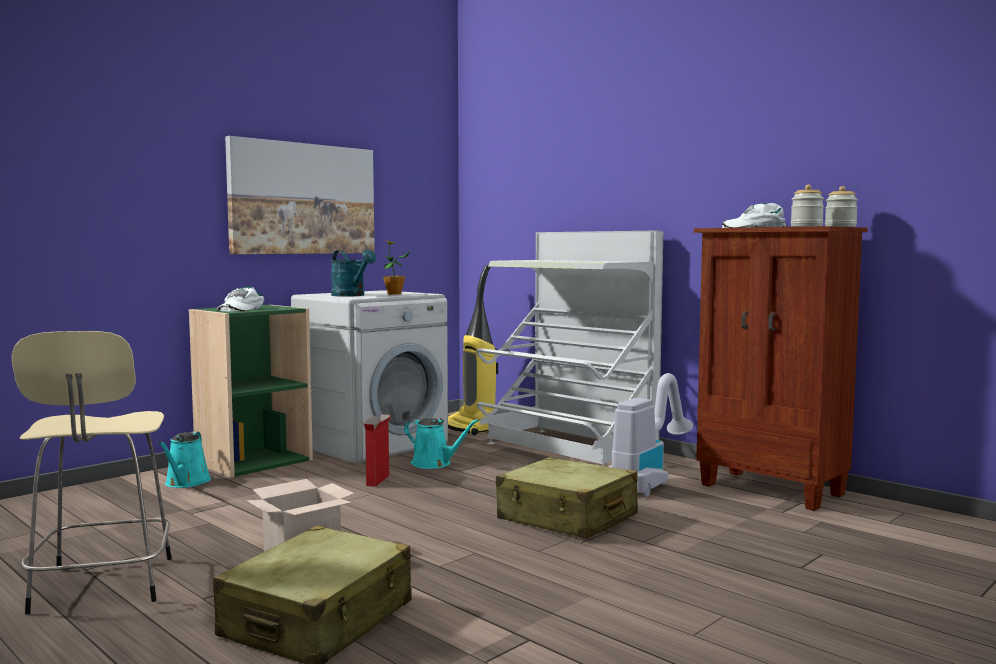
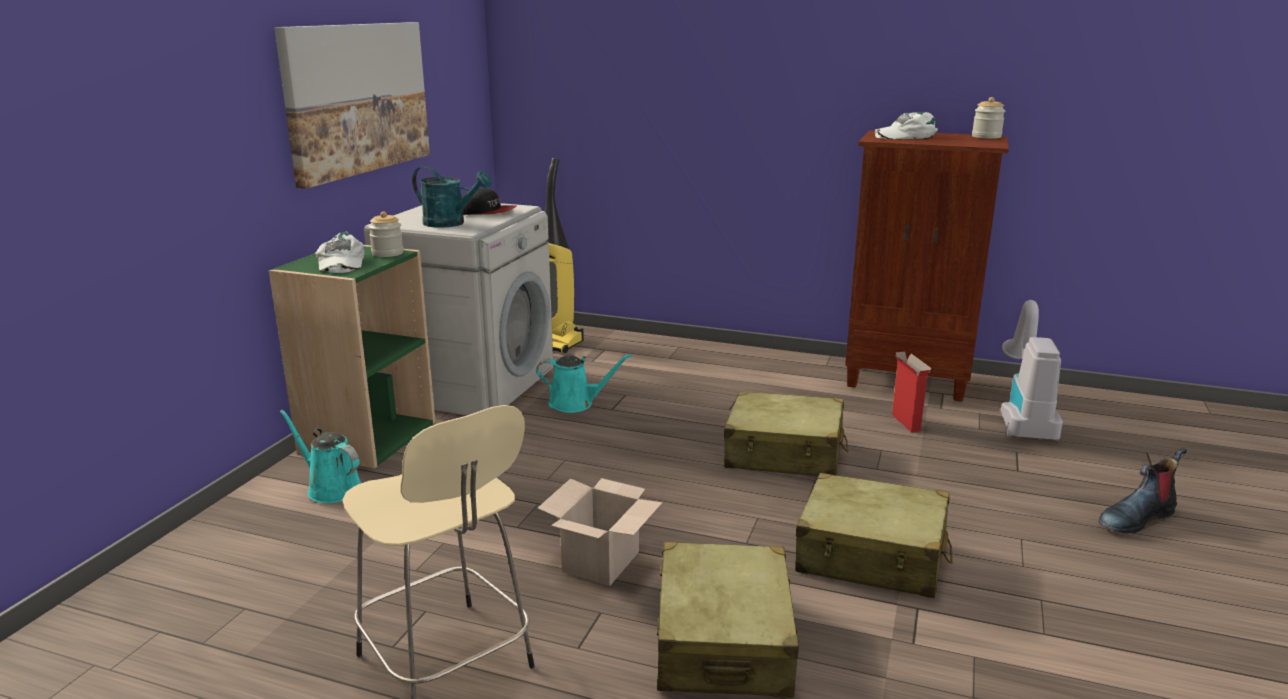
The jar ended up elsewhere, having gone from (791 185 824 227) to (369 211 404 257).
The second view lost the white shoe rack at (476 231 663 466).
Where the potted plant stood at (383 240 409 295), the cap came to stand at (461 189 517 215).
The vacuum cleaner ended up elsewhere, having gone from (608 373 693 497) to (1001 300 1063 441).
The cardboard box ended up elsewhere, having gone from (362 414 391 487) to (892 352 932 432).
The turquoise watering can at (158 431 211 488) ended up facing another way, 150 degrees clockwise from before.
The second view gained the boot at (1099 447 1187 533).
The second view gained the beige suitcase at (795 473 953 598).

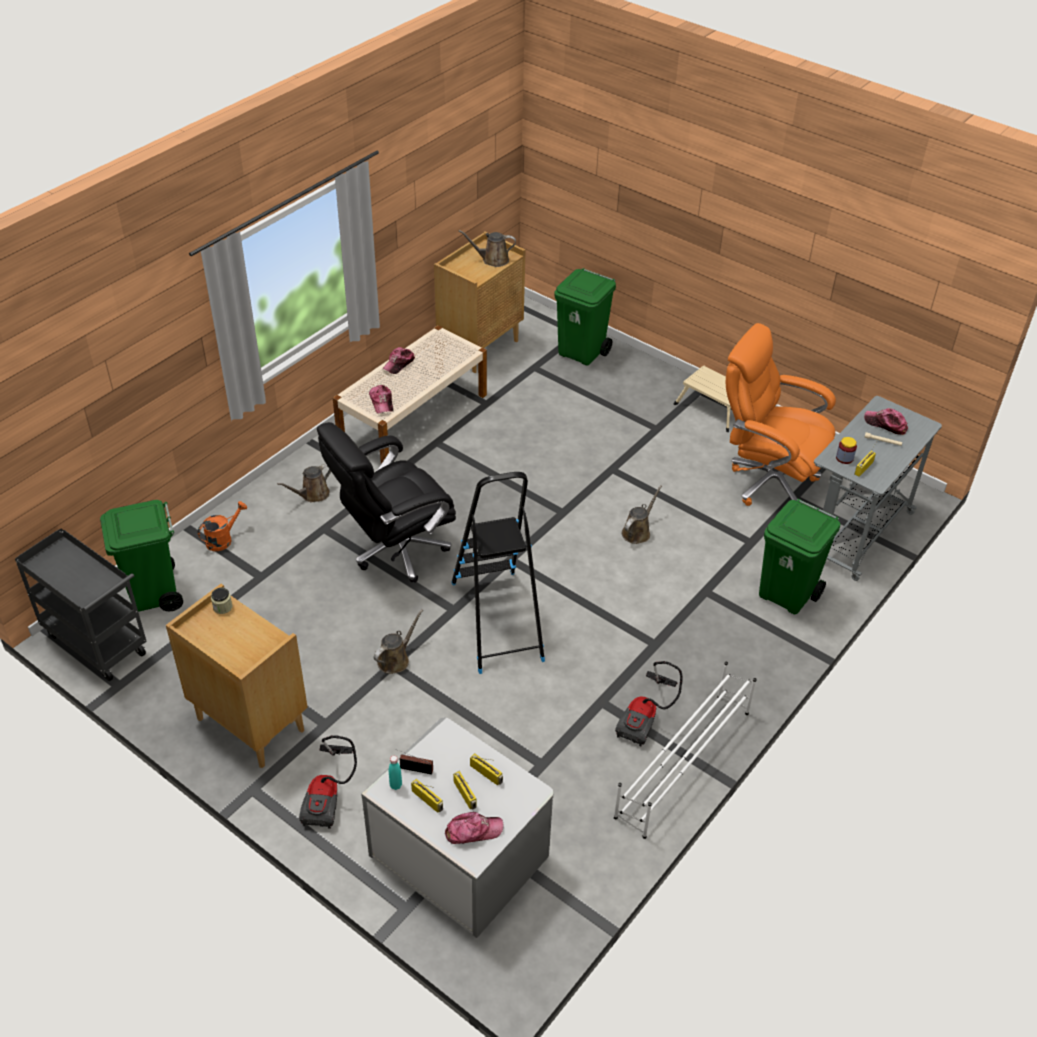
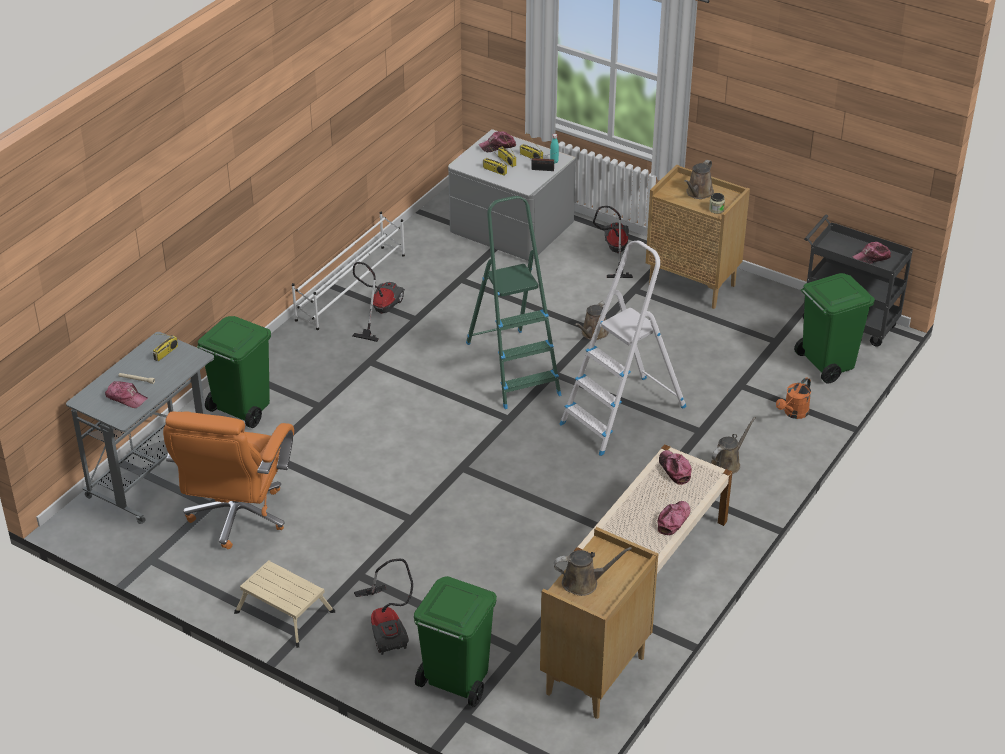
The orange office chair at (726 323 836 506) ended up facing another way, 75 degrees clockwise from before.
Where the black office chair stood at (317 422 456 582), the white step ladder came to stand at (559 241 686 456).
The second view lost the jar at (836 437 857 464).
What was the black step ladder at (451 472 545 674) turned into the green step ladder at (466 196 561 409).
The brown watering can ended up elsewhere, having gone from (622 485 662 544) to (684 160 714 199).
The second view gained the cap at (852 242 891 264).
The second view gained the vacuum cleaner at (354 559 413 655).

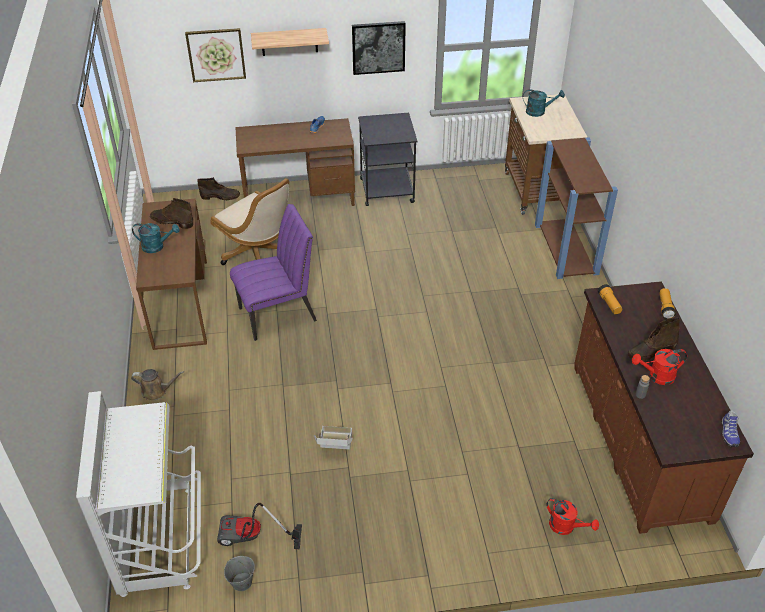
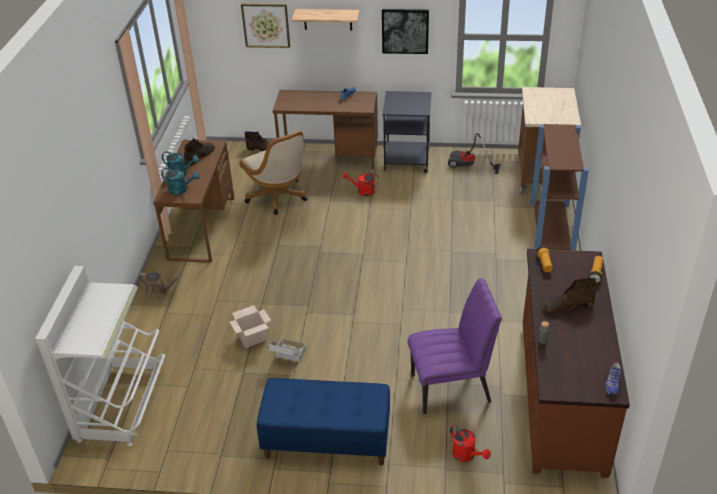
The turquoise watering can ended up elsewhere, having gone from (523 89 565 117) to (161 168 200 195).
The brown boot at (150 198 193 229) ended up facing another way, 90 degrees clockwise from before.
The purple chair ended up elsewhere, having gone from (230 204 317 341) to (408 278 502 414).
The red watering can ended up elsewhere, having gone from (632 349 687 385) to (342 172 379 196).
The vacuum cleaner ended up elsewhere, having gone from (217 503 302 550) to (448 133 501 174).
The second view lost the grey bucket at (224 556 255 591).
The second view gained the cardboard box at (230 305 271 348).
The second view gained the blue bench at (257 378 390 466).

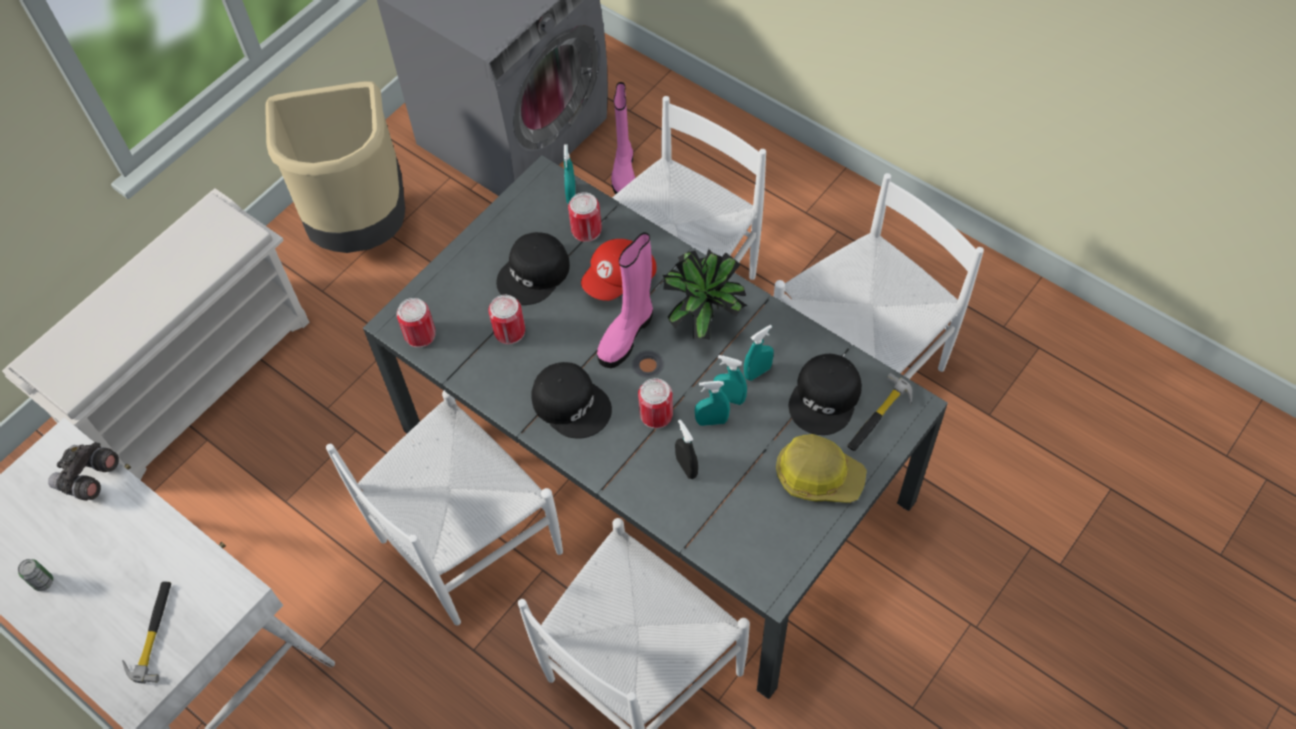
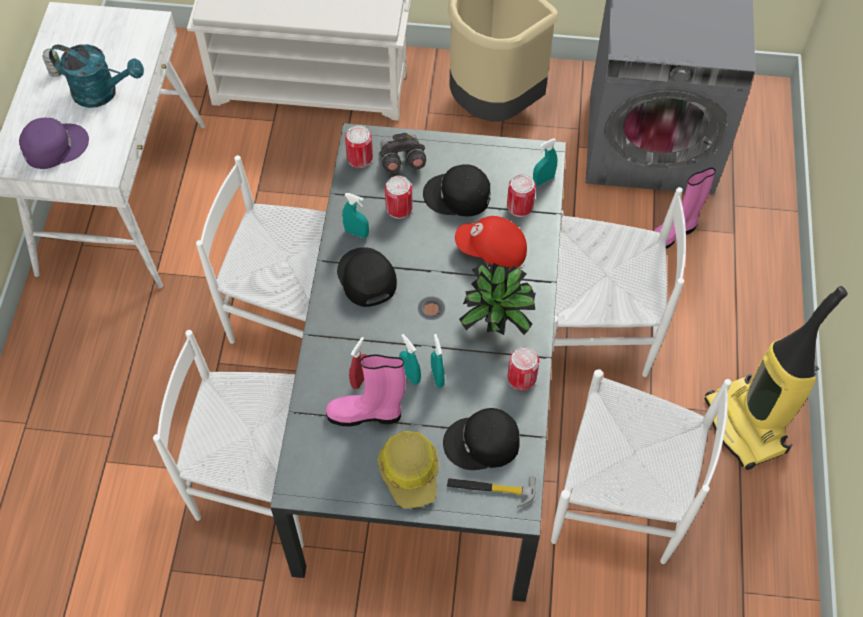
The pink boot ended up elsewhere, having gone from (597 232 653 368) to (326 354 406 427).
The turquoise spray bottle ended up elsewhere, having gone from (744 325 774 381) to (342 193 369 238).
The black cap at (531 362 612 438) ended up facing another way, 150 degrees clockwise from before.
The can ended up elsewhere, having gone from (638 378 673 429) to (507 347 539 391).
What was the black spray bottle at (675 419 698 479) turned into the red spray bottle at (349 337 368 389).
The grey binoculars ended up elsewhere, having gone from (48 442 119 501) to (380 133 426 173).
Where the hammer stood at (122 581 171 684), the purple cap came to stand at (19 118 89 169).
The second view gained the turquoise watering can at (49 44 144 108).
The second view gained the vacuum cleaner at (705 286 848 470).

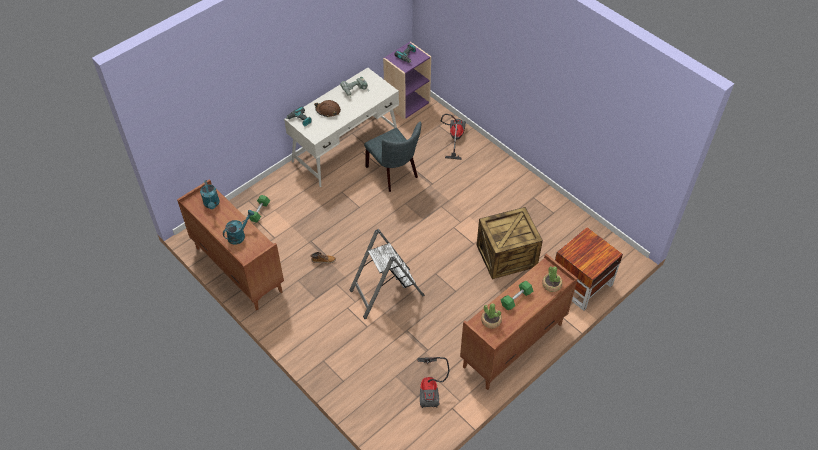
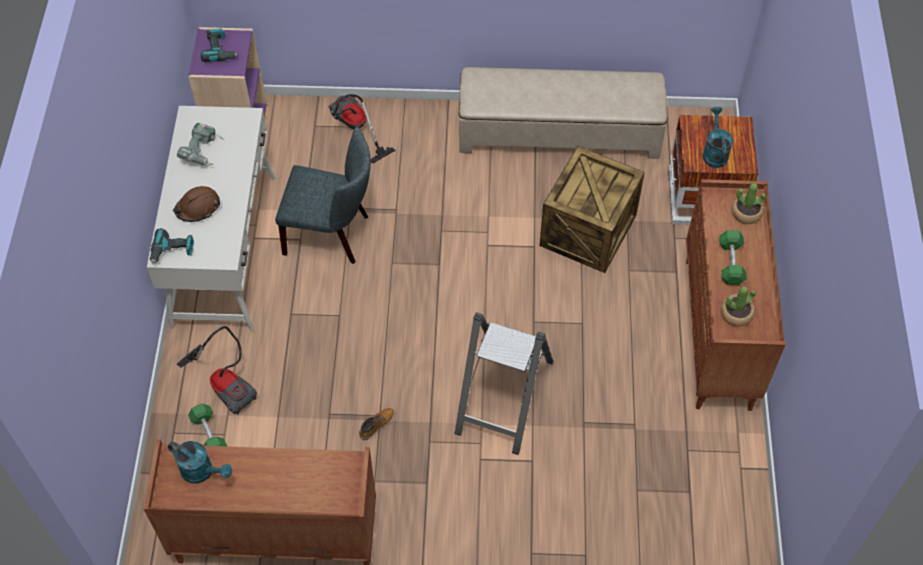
The turquoise watering can ended up elsewhere, having gone from (223 210 254 245) to (702 107 733 168).
The vacuum cleaner ended up elsewhere, having gone from (417 357 450 408) to (177 326 257 415).
The second view gained the beige bench at (459 67 667 159).

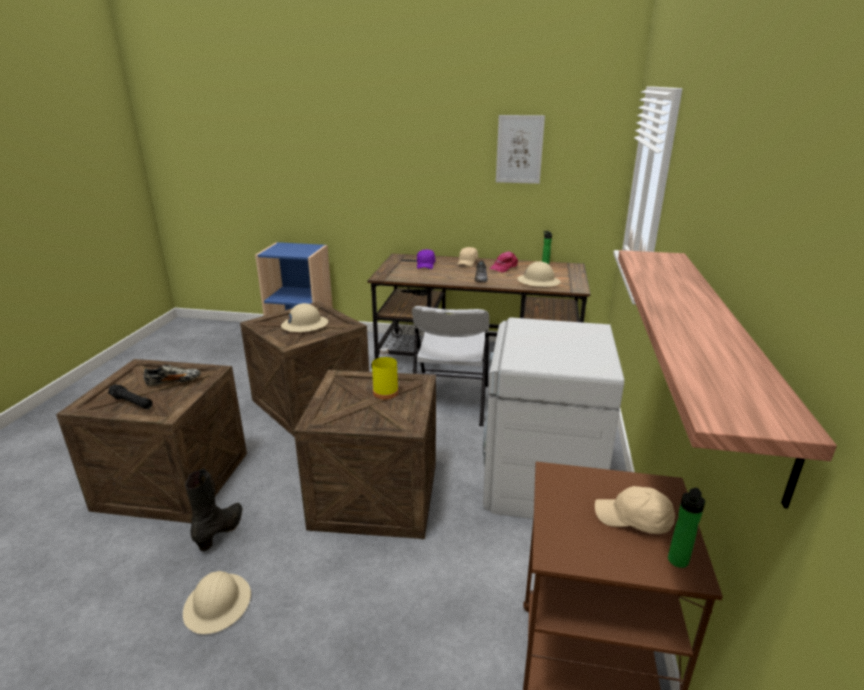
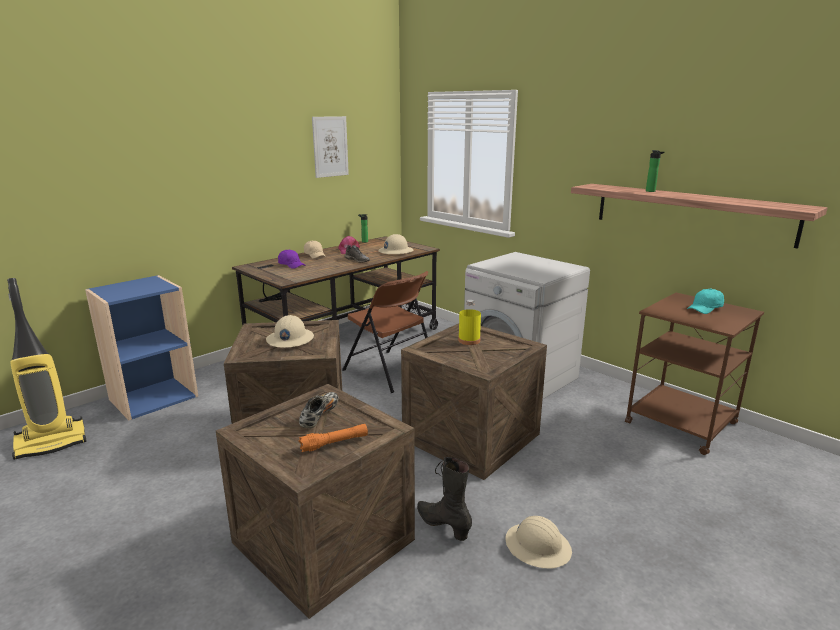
What was the white chair at (412 306 489 426) turned into the brown chair at (342 271 429 393).
What was the black flashlight at (108 384 153 409) turned into the orange flashlight at (299 424 368 452).
What was the beige cap at (595 486 675 534) turned into the turquoise cap at (687 289 724 314).
The bottle ended up elsewhere, having gone from (668 488 705 568) to (646 150 664 192).
The second view gained the vacuum cleaner at (7 278 86 460).

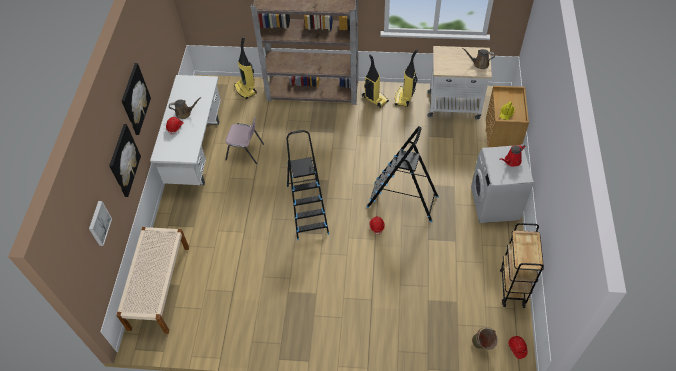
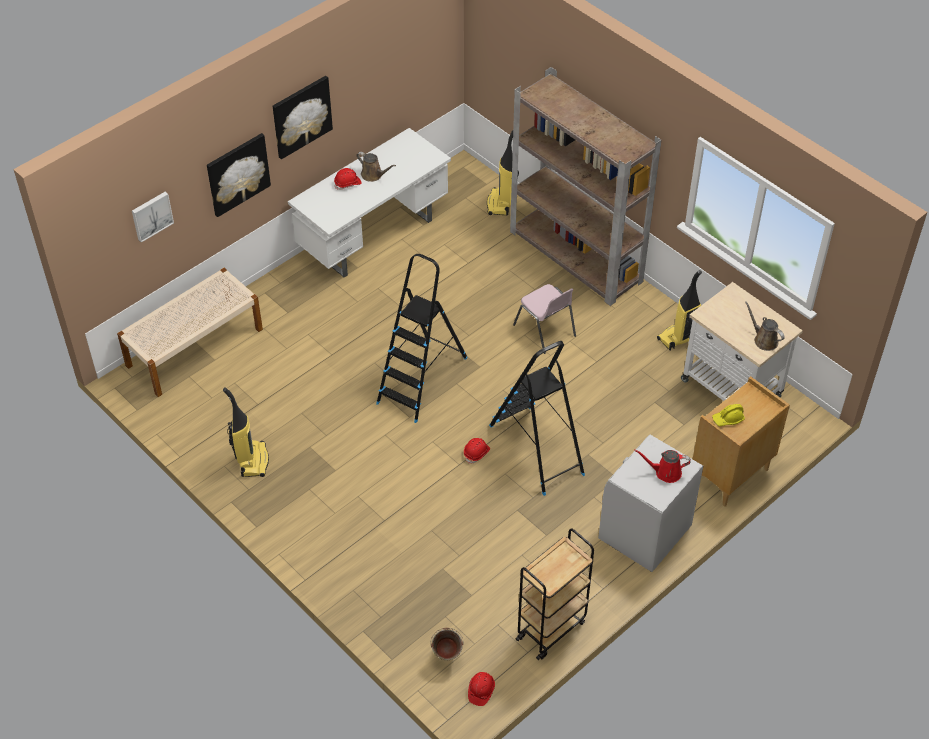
The vacuum cleaner ended up elsewhere, having gone from (362 55 389 108) to (223 387 269 477).
The pink chair ended up elsewhere, having gone from (225 117 264 164) to (513 284 576 354).

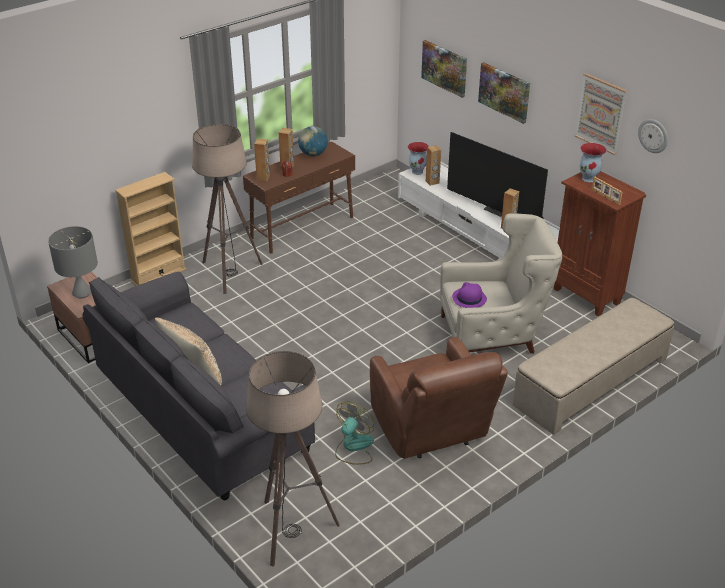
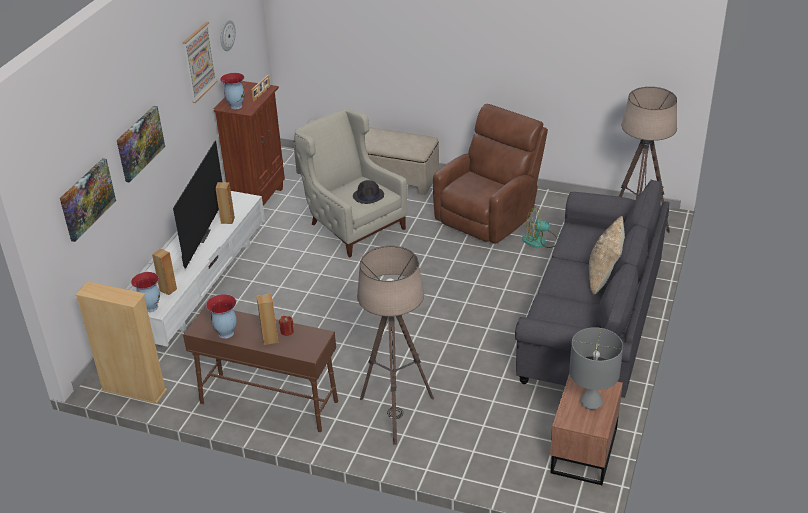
Where the globe stood at (298 126 328 156), the vase came to stand at (206 294 237 339).
The second view lost the brown speaker at (254 139 270 181).
The beige bookcase ended up elsewhere, having gone from (115 172 186 286) to (75 281 167 404).
What was the purple hat at (452 282 487 308) turned into the black hat at (353 180 384 204).

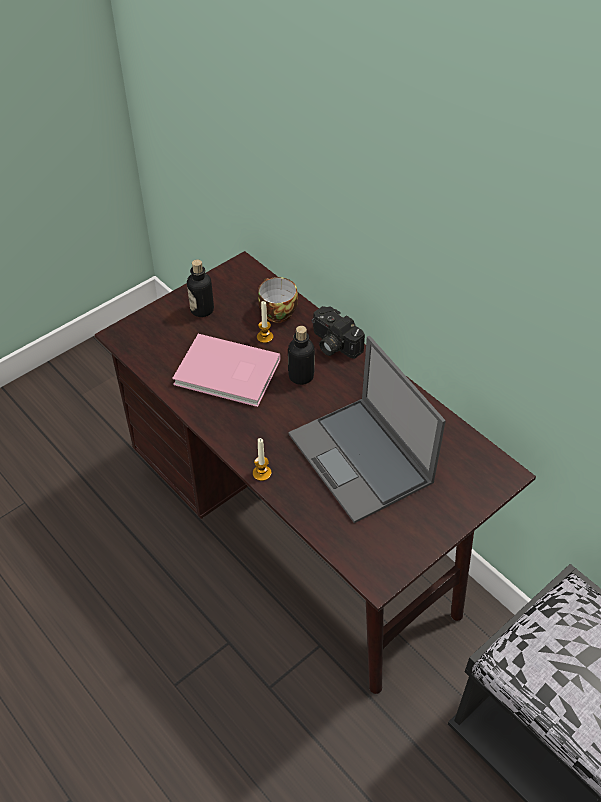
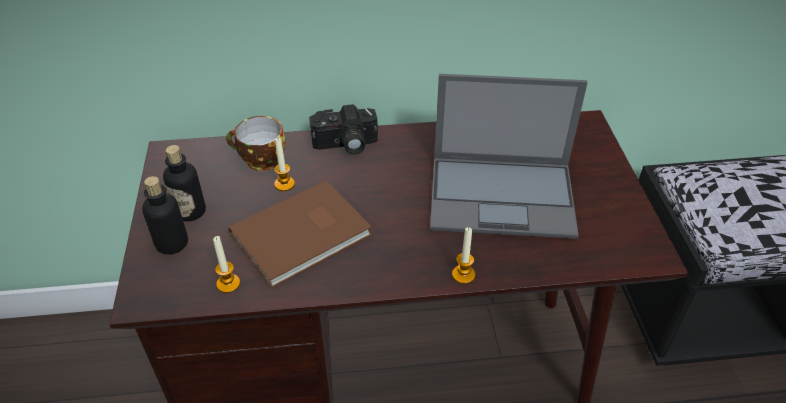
The bottle ended up elsewhere, having gone from (288 326 315 385) to (142 176 188 254).
What was the pink book at (172 334 281 407) turned into the brown book at (229 181 372 288).
The second view gained the candle at (213 236 240 293).

